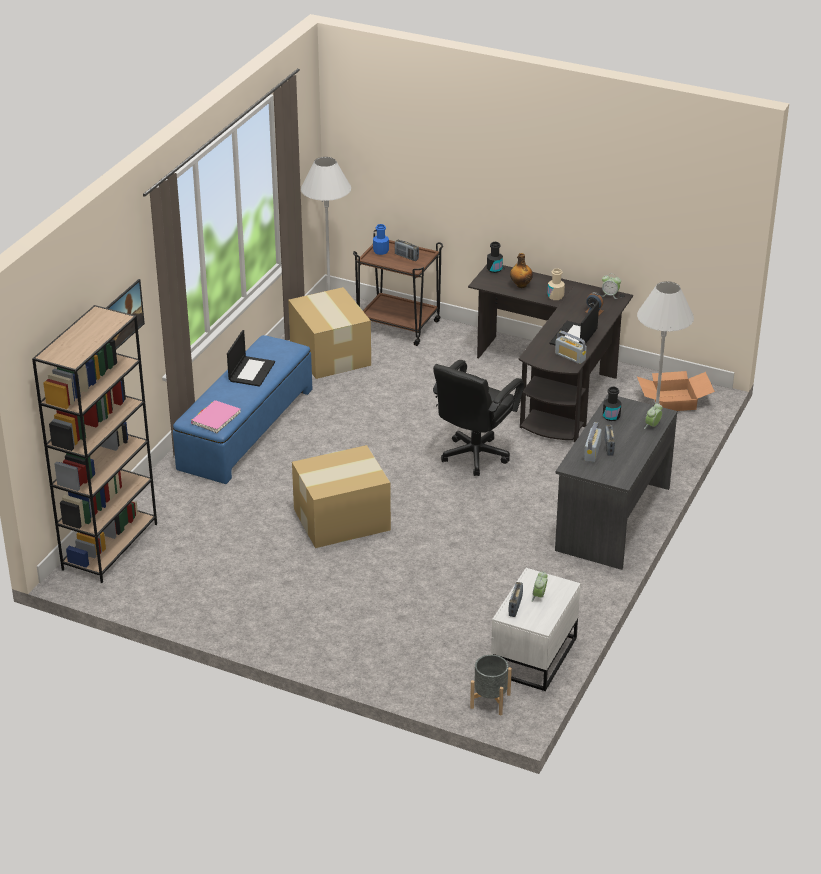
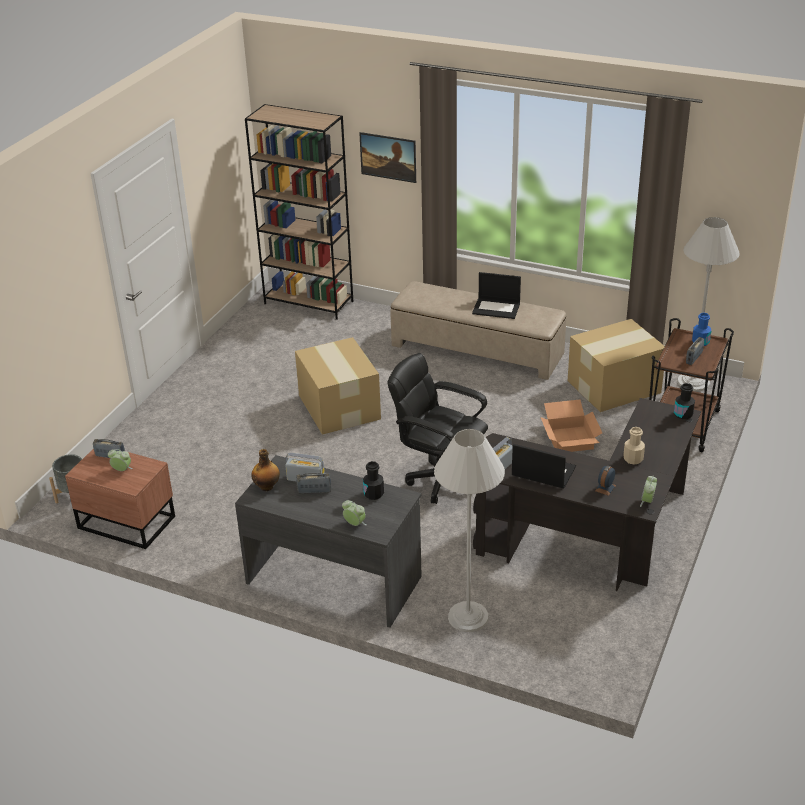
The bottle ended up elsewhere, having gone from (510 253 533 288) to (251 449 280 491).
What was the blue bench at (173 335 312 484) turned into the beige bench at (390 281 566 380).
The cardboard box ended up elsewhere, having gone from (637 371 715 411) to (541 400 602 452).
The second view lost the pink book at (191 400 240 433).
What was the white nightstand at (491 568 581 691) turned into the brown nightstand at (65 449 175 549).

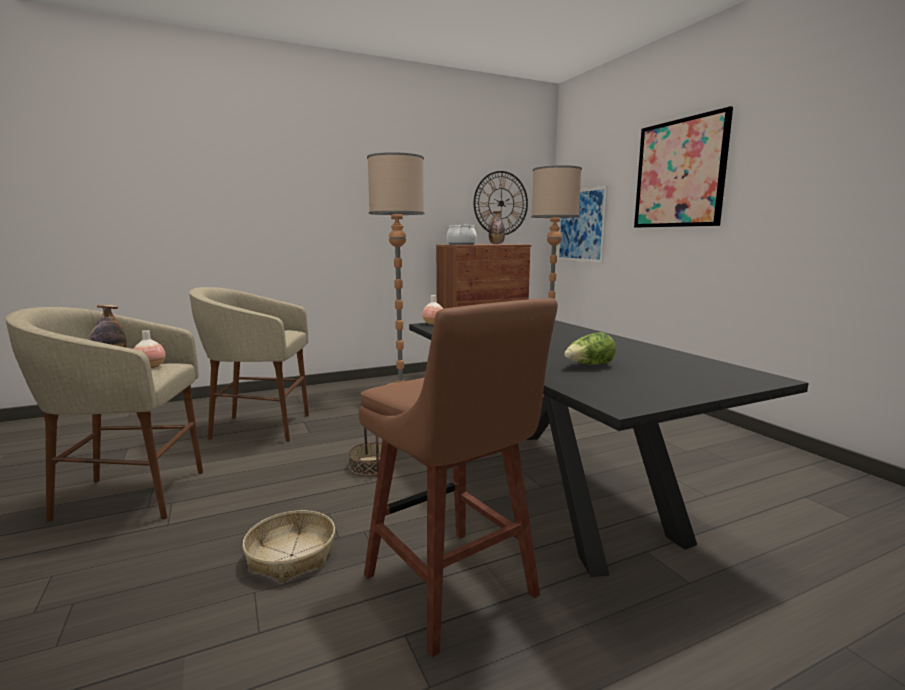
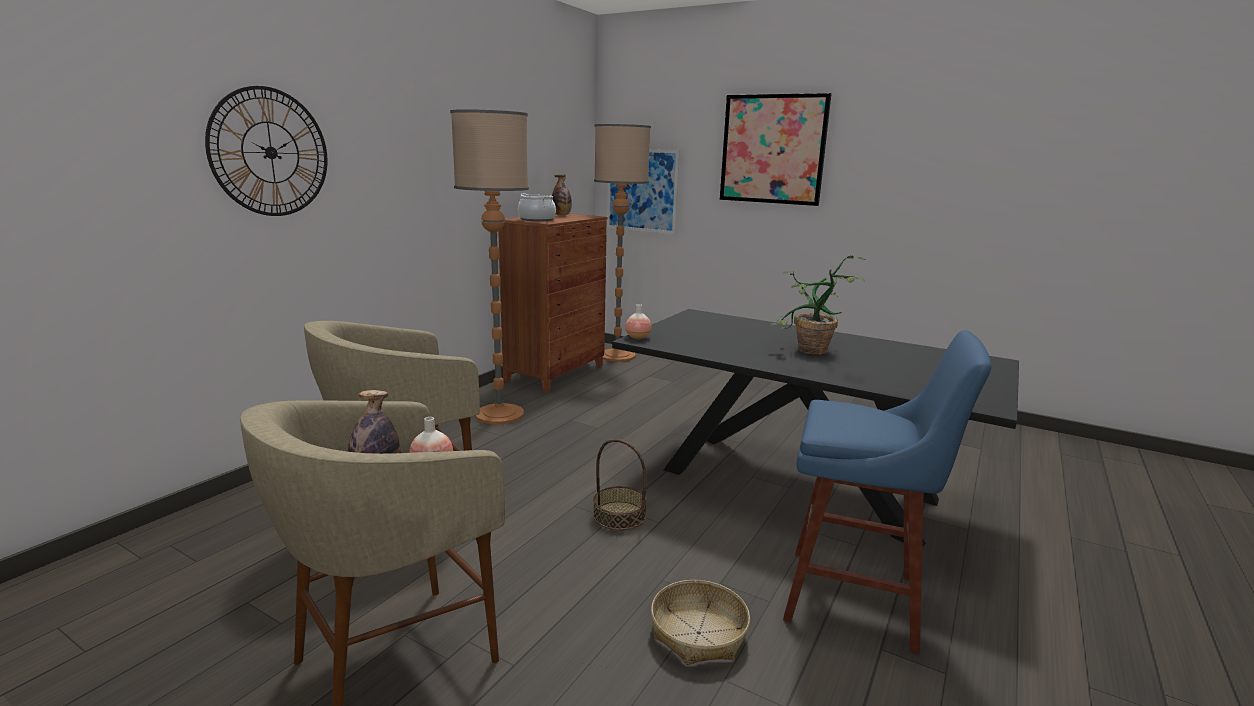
The wall clock ended up elsewhere, having gone from (474 171 528 235) to (205 86 328 216).
What was the brown stool at (359 298 558 657) turned into the blue stool at (783 330 991 654).
The second view lost the lettuce at (564 332 616 365).
The second view gained the potted plant at (769 255 865 355).

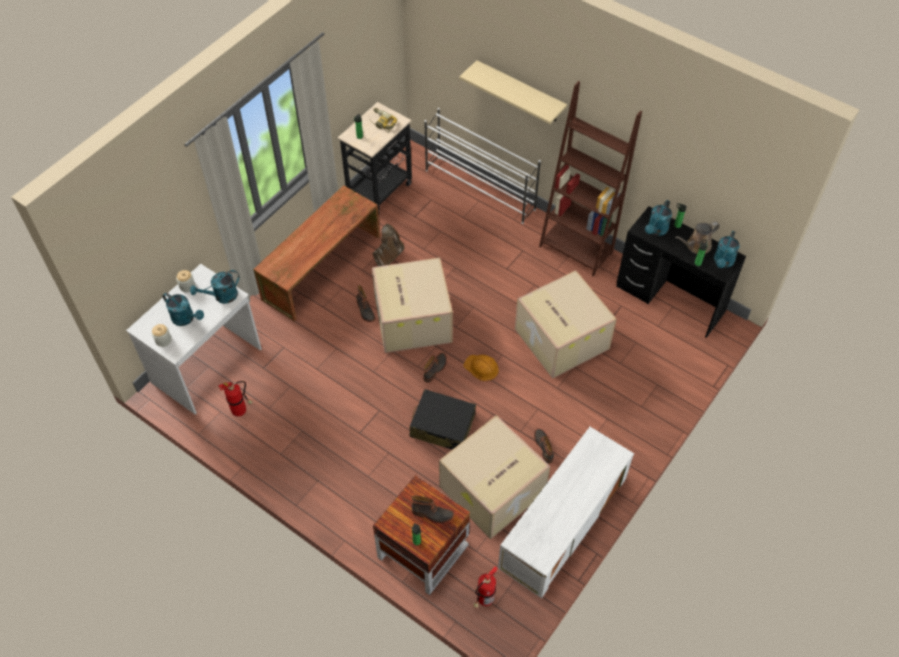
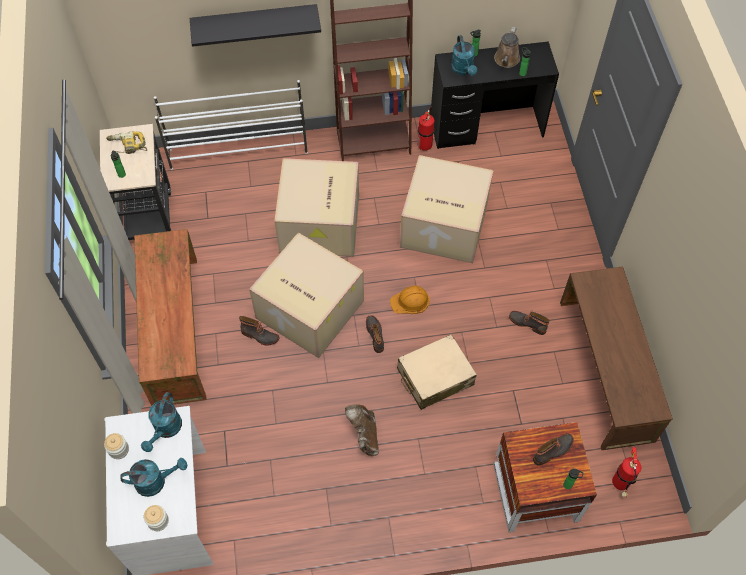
What was the beige shelf at (459 60 567 124) turned into the black shelf at (190 4 321 47).
The brown boot ended up elsewhere, having gone from (372 224 405 266) to (345 404 379 456).
The second view lost the turquoise watering can at (714 231 740 268).
The fire extinguisher ended up elsewhere, having gone from (218 381 253 416) to (418 106 434 151).
What was the black suitcase at (410 389 476 450) turned into the beige suitcase at (397 334 477 410).
The cardboard box ended up elsewhere, having gone from (439 415 550 540) to (274 158 359 257).
What was the white bench at (498 427 634 598) turned into the brown bench at (560 266 673 450).

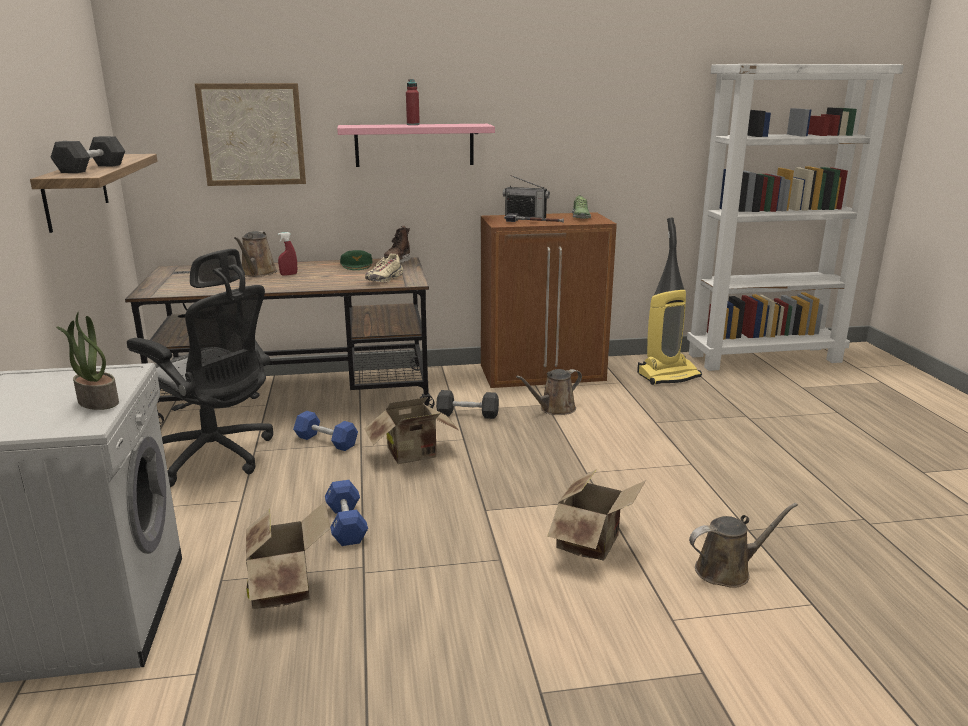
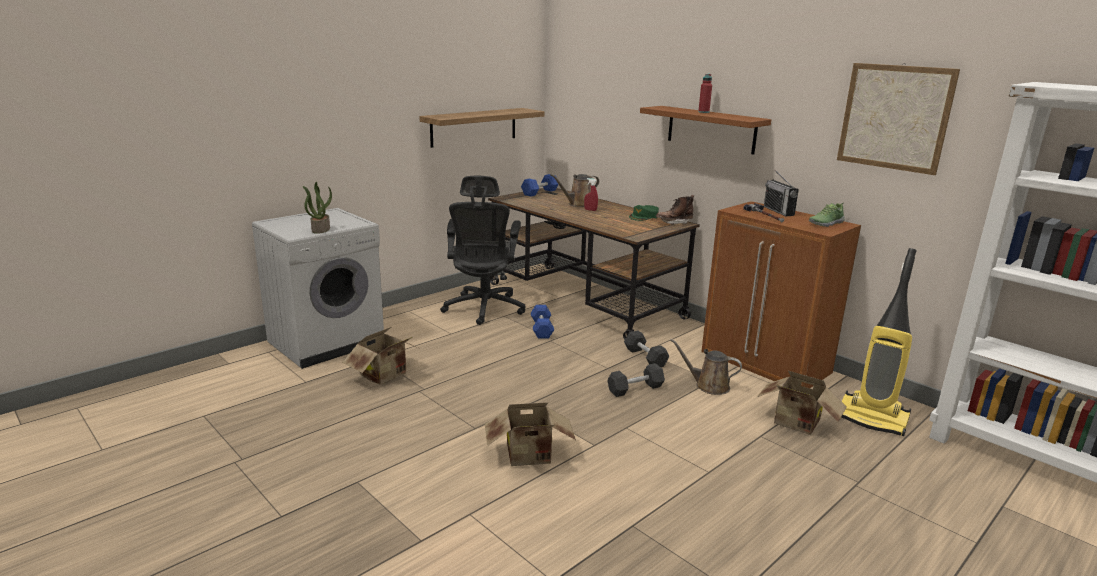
The picture ended up elsewhere, having gone from (195 81 306 186) to (837 63 960 175).
What was the pink shelf at (337 124 495 167) turned into the brown shelf at (640 106 771 155).
The black dumbbell ended up elsewhere, having gone from (50 136 125 173) to (608 363 665 397).
The second view lost the beige shoe at (365 254 403 283).
The cardboard box ended up elsewhere, having gone from (364 397 459 464) to (757 371 847 435).
The blue dumbbell ended up elsewhere, having gone from (325 480 368 546) to (521 174 559 197).
The second view lost the brown watering can at (689 503 798 588).

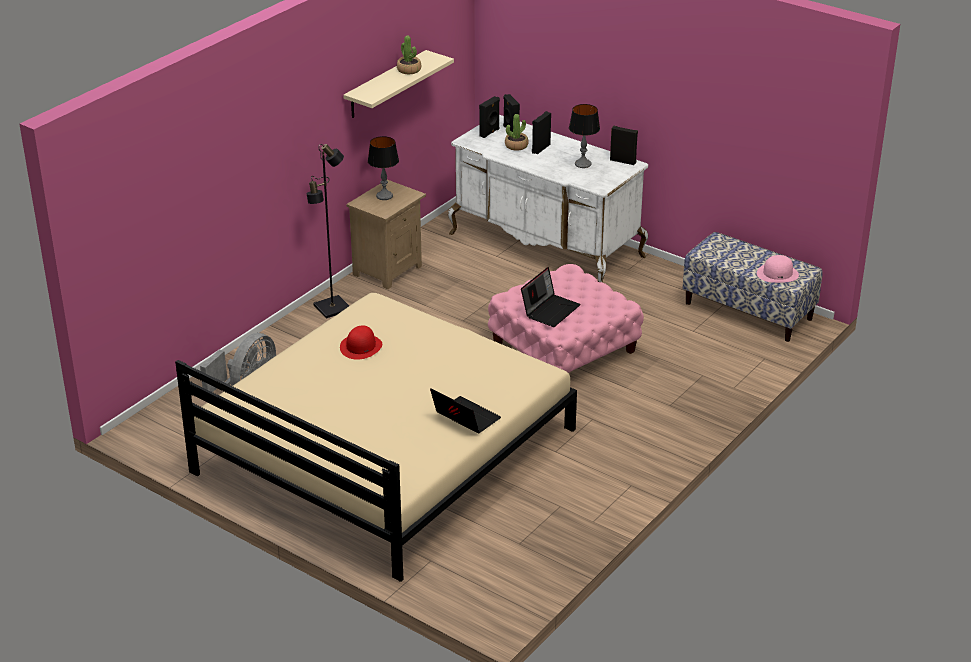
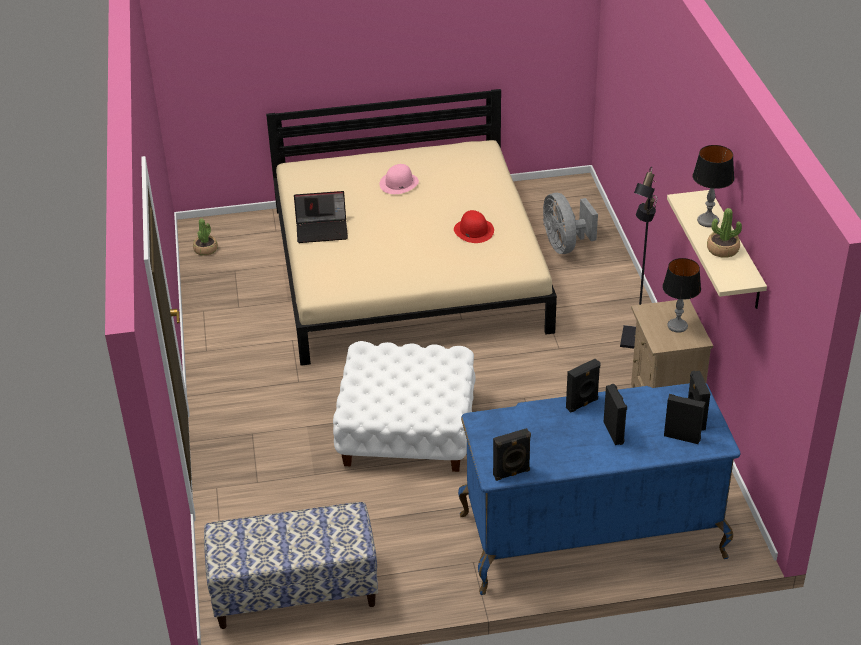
The table lamp ended up elsewhere, having gone from (569 104 600 168) to (693 145 734 227).
The potted plant ended up elsewhere, having gone from (505 114 529 151) to (193 219 218 256).
What was the white dresser at (448 115 648 283) turned into the blue dresser at (458 383 741 595).
The pink hat ended up elsewhere, having gone from (757 255 799 283) to (379 164 419 194).
What was the pink ottoman at (488 264 644 373) turned into the white ottoman at (333 341 476 472).
The second view lost the laptop at (521 267 581 327).
The second view gained the black speaker at (566 359 601 413).

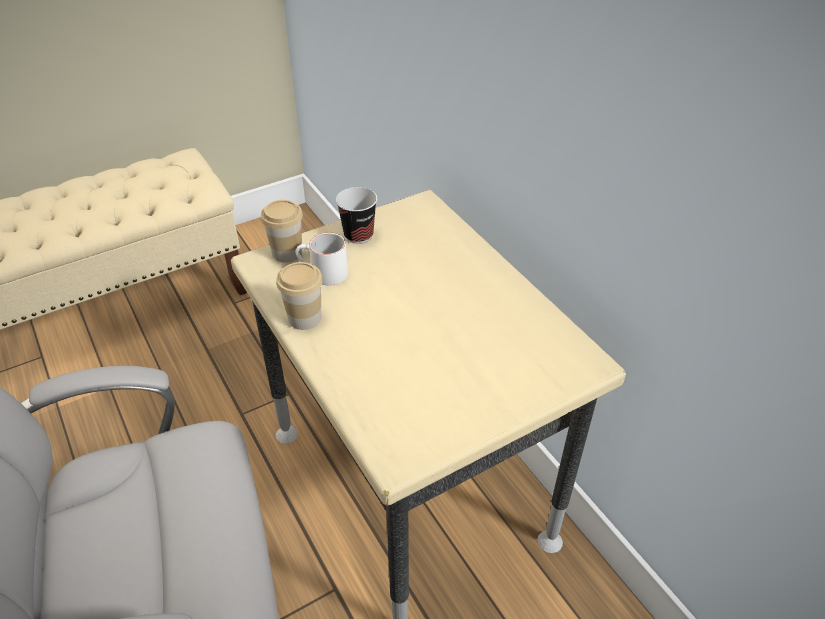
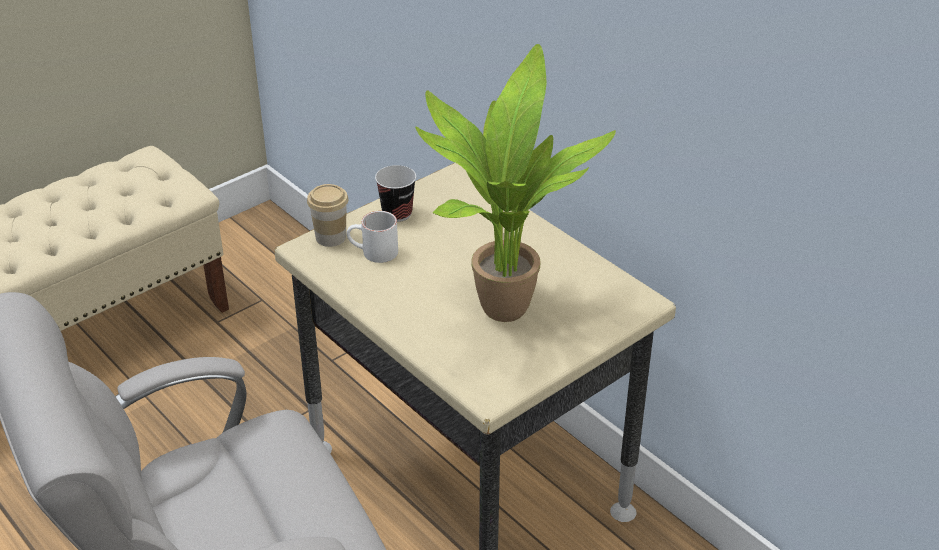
The second view lost the cup at (276 262 323 330).
The second view gained the potted plant at (415 44 616 322).

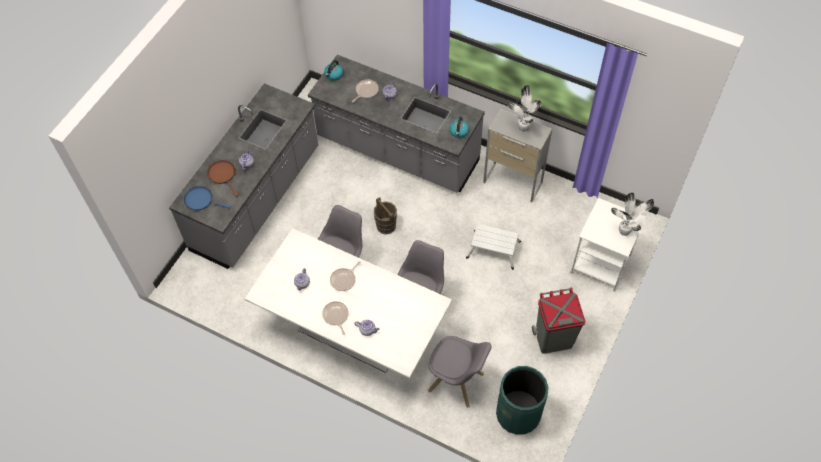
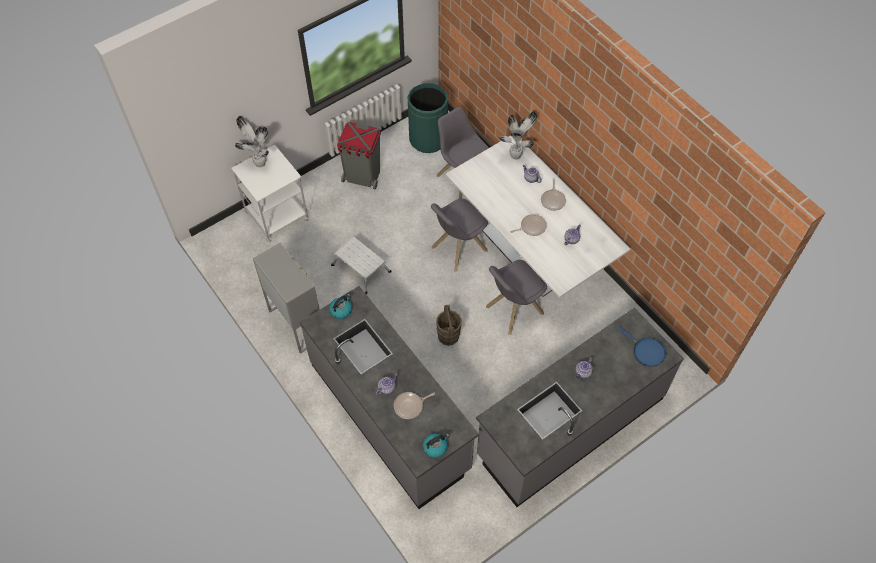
The potted plant ended up elsewhere, having gone from (507 85 542 132) to (499 111 538 160).
The second view lost the brown frying pan at (207 160 238 197).

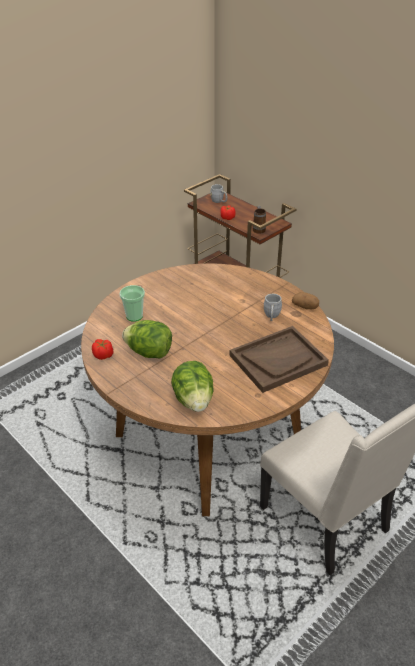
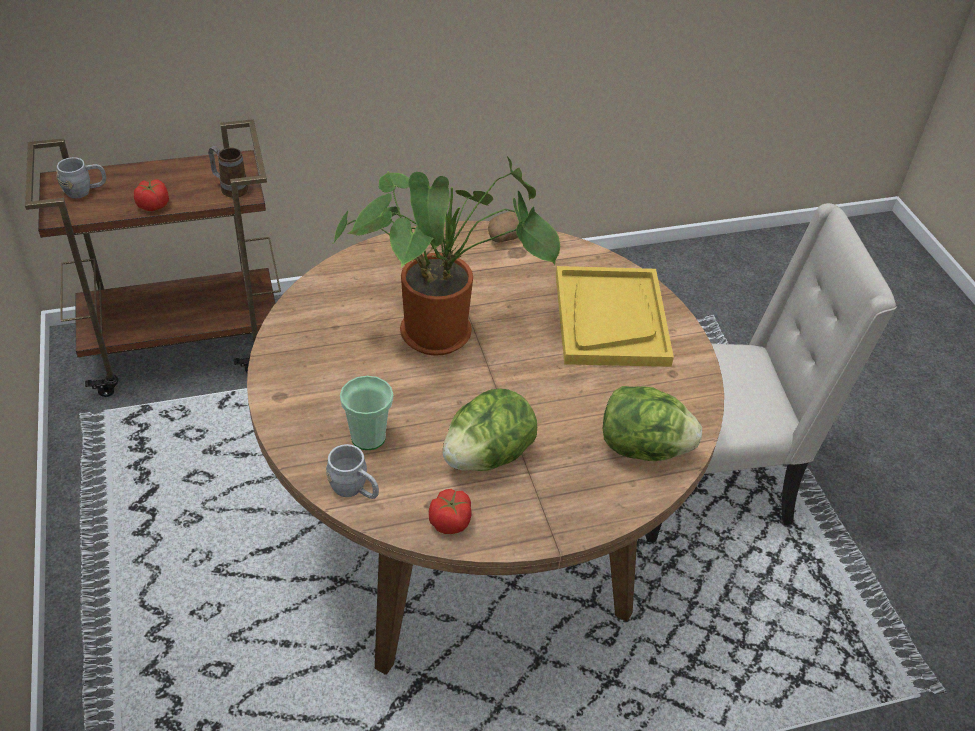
The grey mug ended up elsewhere, having gone from (264 294 282 321) to (326 444 379 499).
What was the brown tray at (230 326 329 393) turned into the yellow tray at (556 266 674 367).
The second view gained the potted plant at (333 156 560 356).

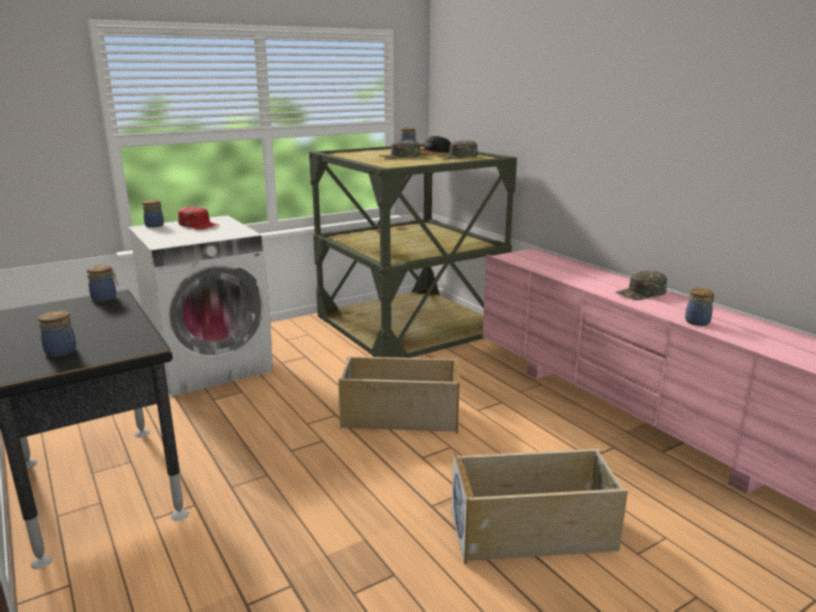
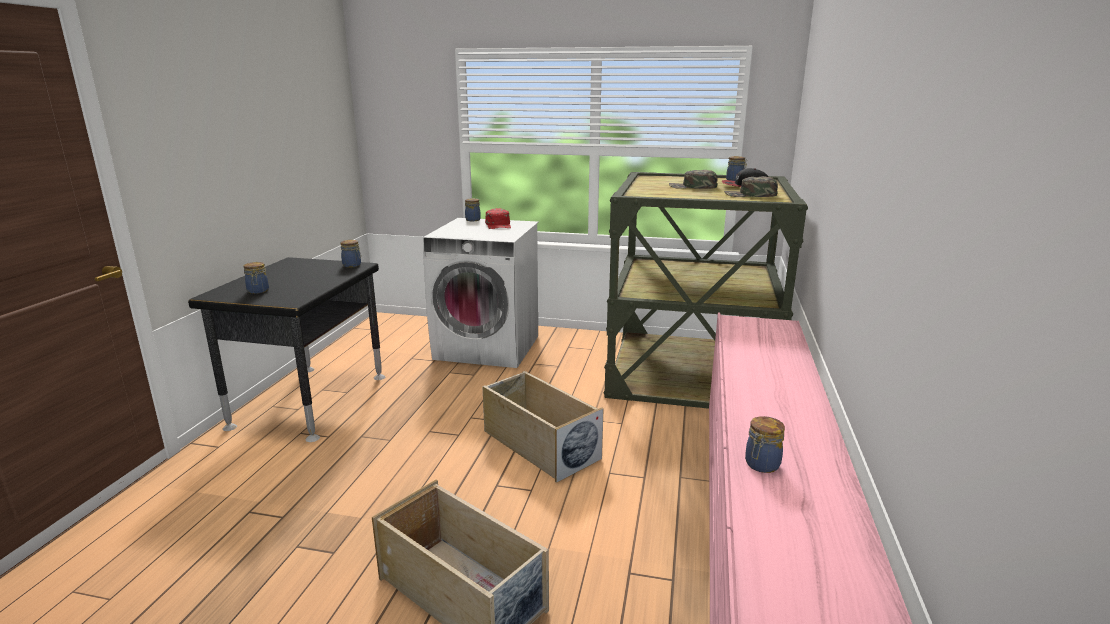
The second view lost the green cap at (615 271 667 300).

